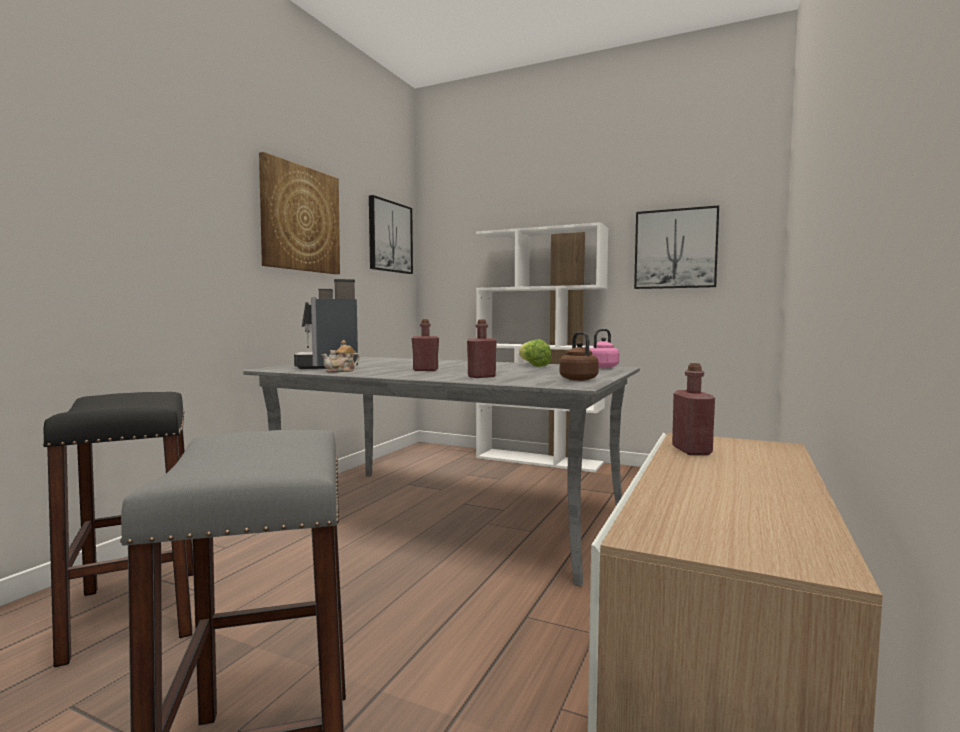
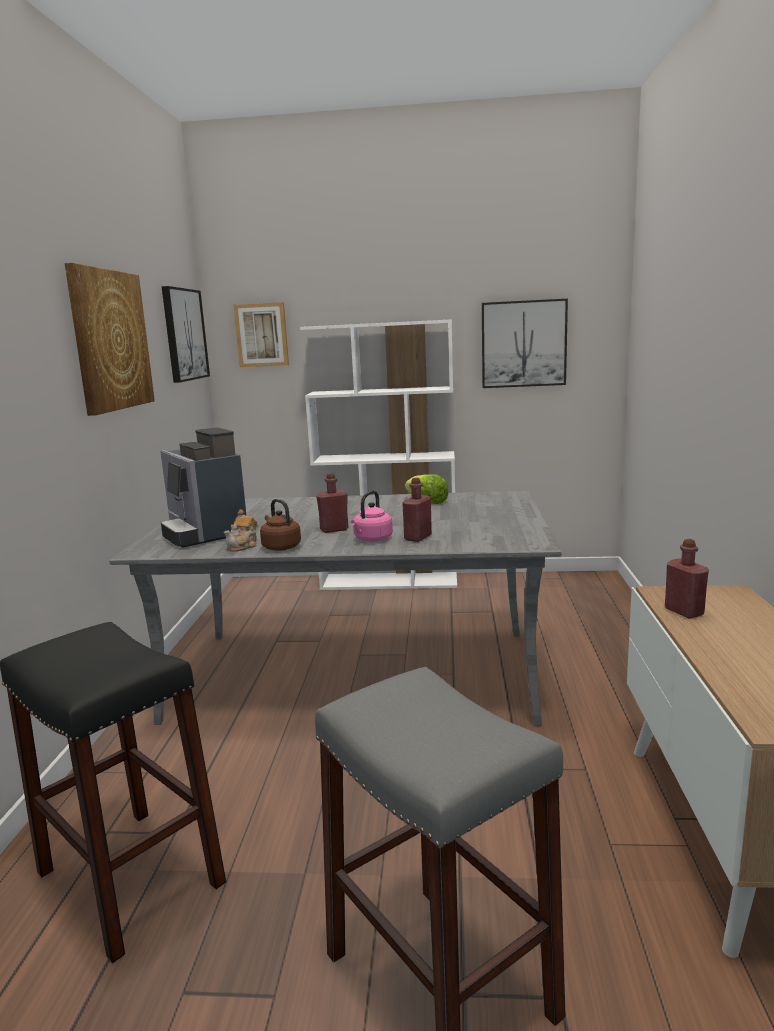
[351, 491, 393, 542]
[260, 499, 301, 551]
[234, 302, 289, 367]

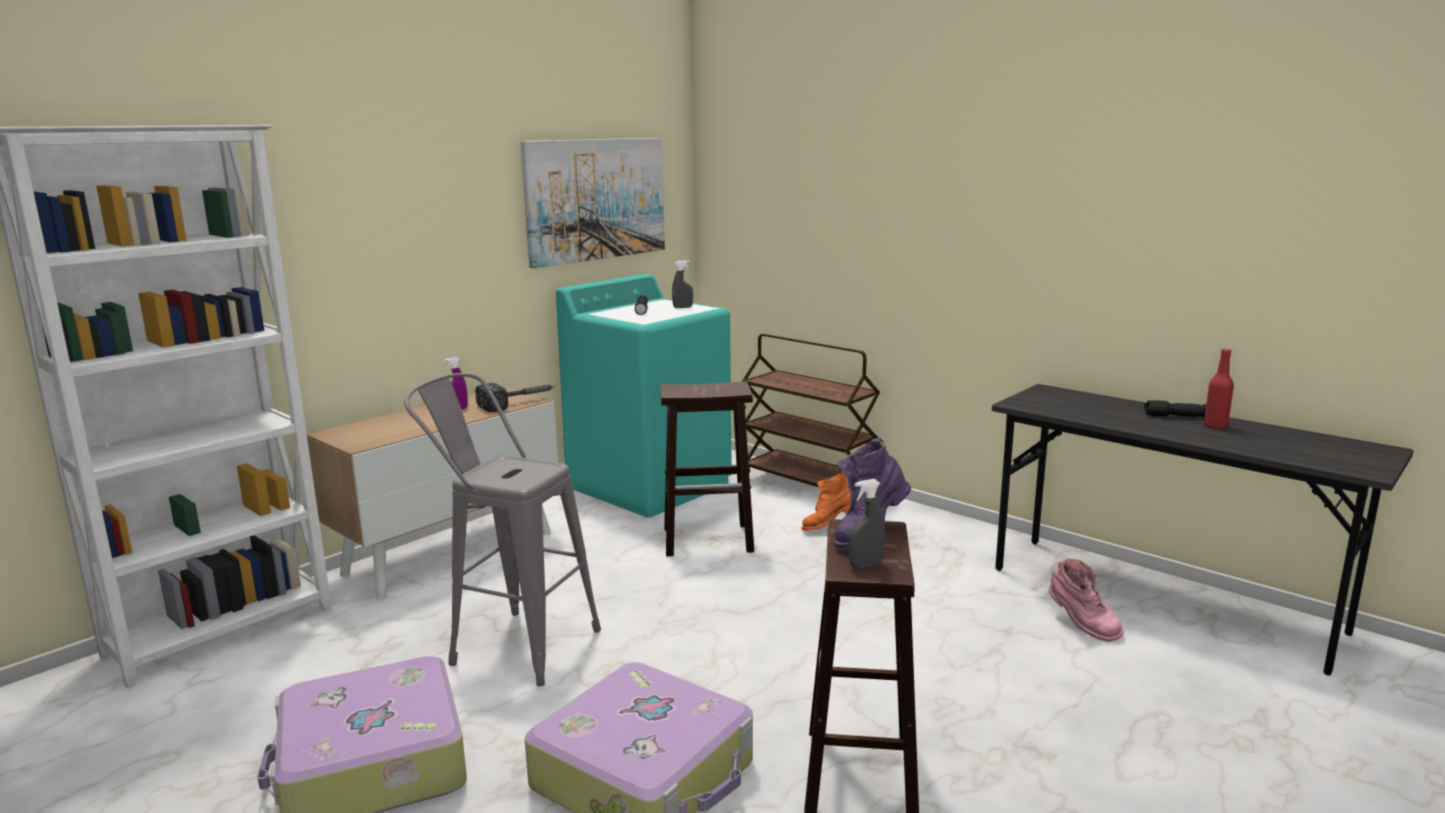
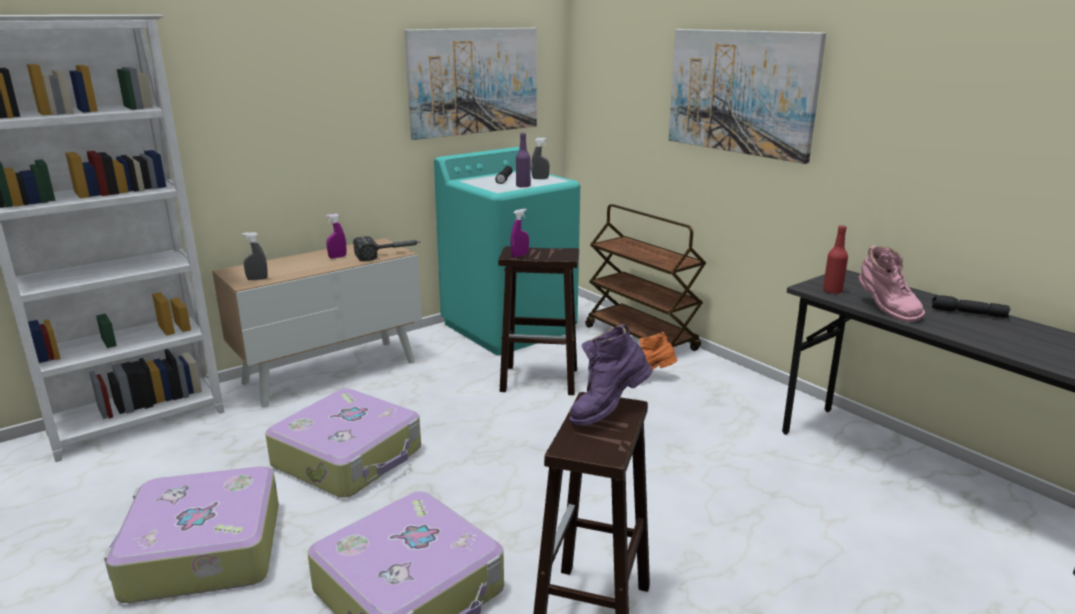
[823, 225, 848, 294]
[265, 388, 421, 498]
[242, 232, 268, 280]
[859, 245, 925, 322]
[668, 29, 826, 164]
[516, 133, 531, 188]
[510, 209, 529, 257]

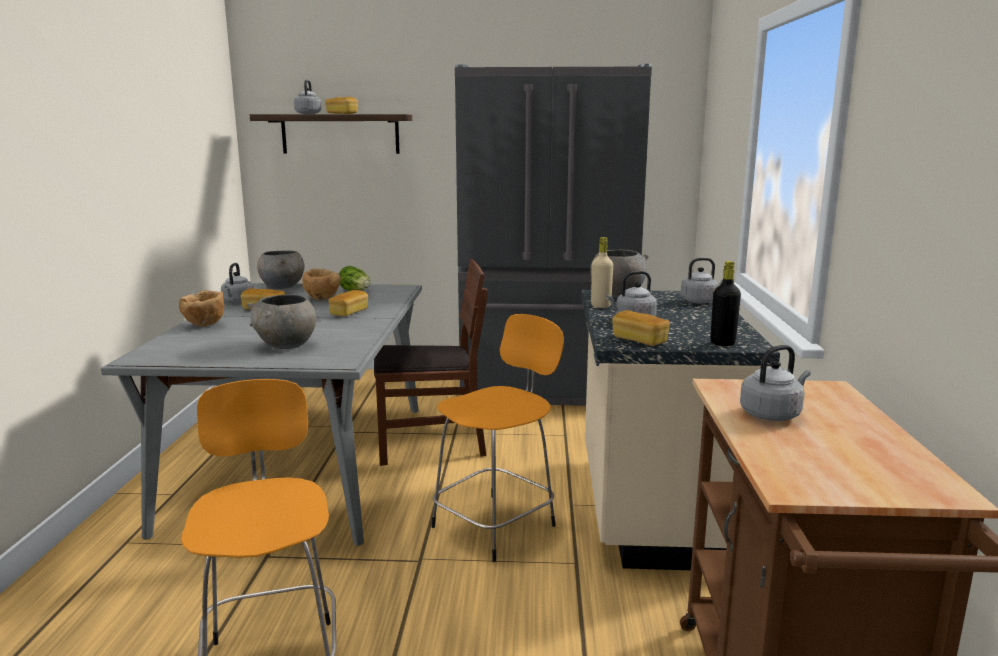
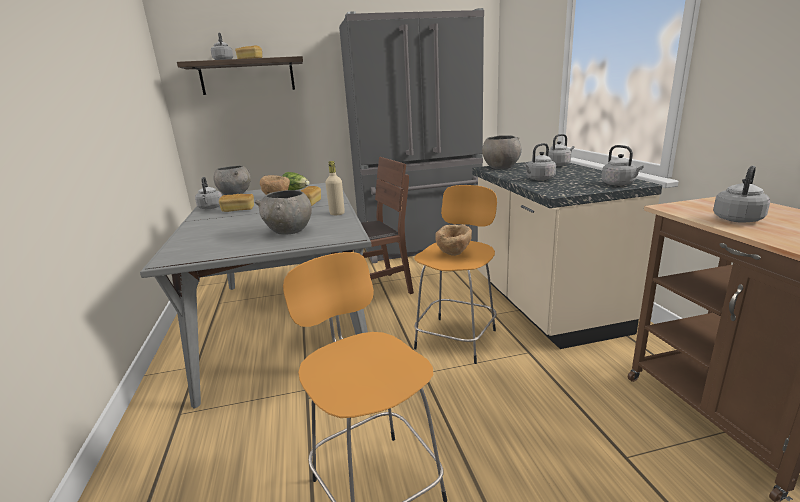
[325, 161, 345, 215]
[602, 145, 643, 186]
[435, 224, 472, 256]
[612, 310, 670, 346] (first image)

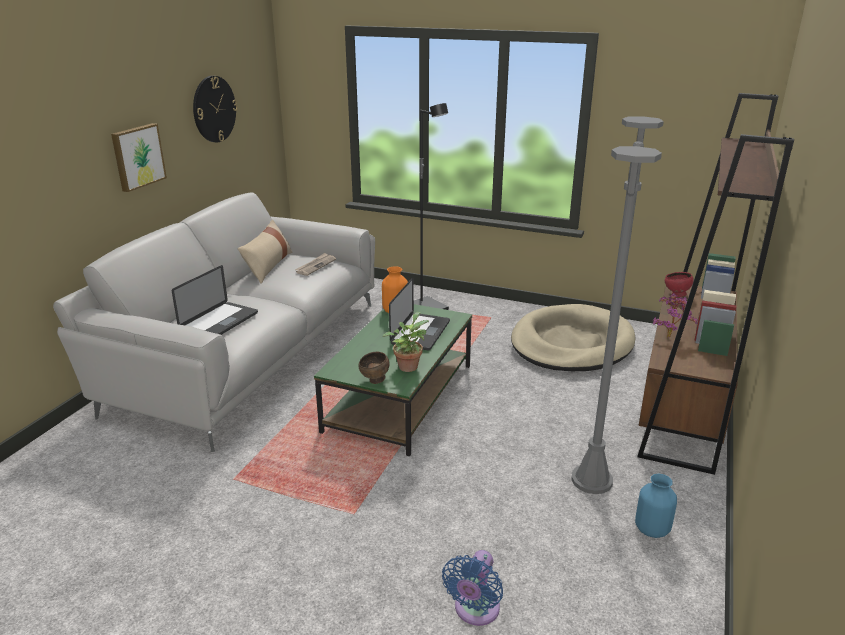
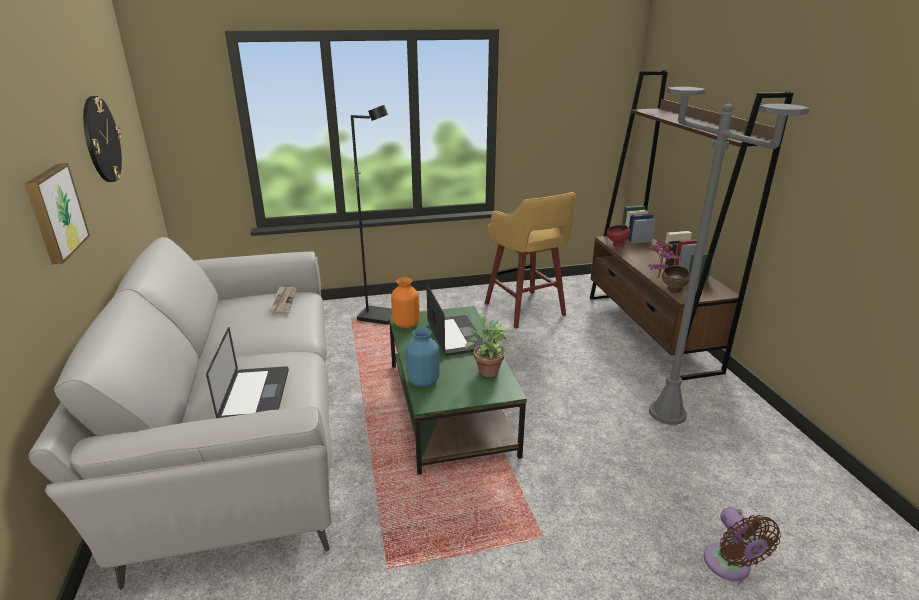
[238, 220, 293, 284] (first image)
[485, 192, 575, 329]
[662, 265, 690, 293]
[406, 328, 440, 387]
[704, 507, 781, 581]

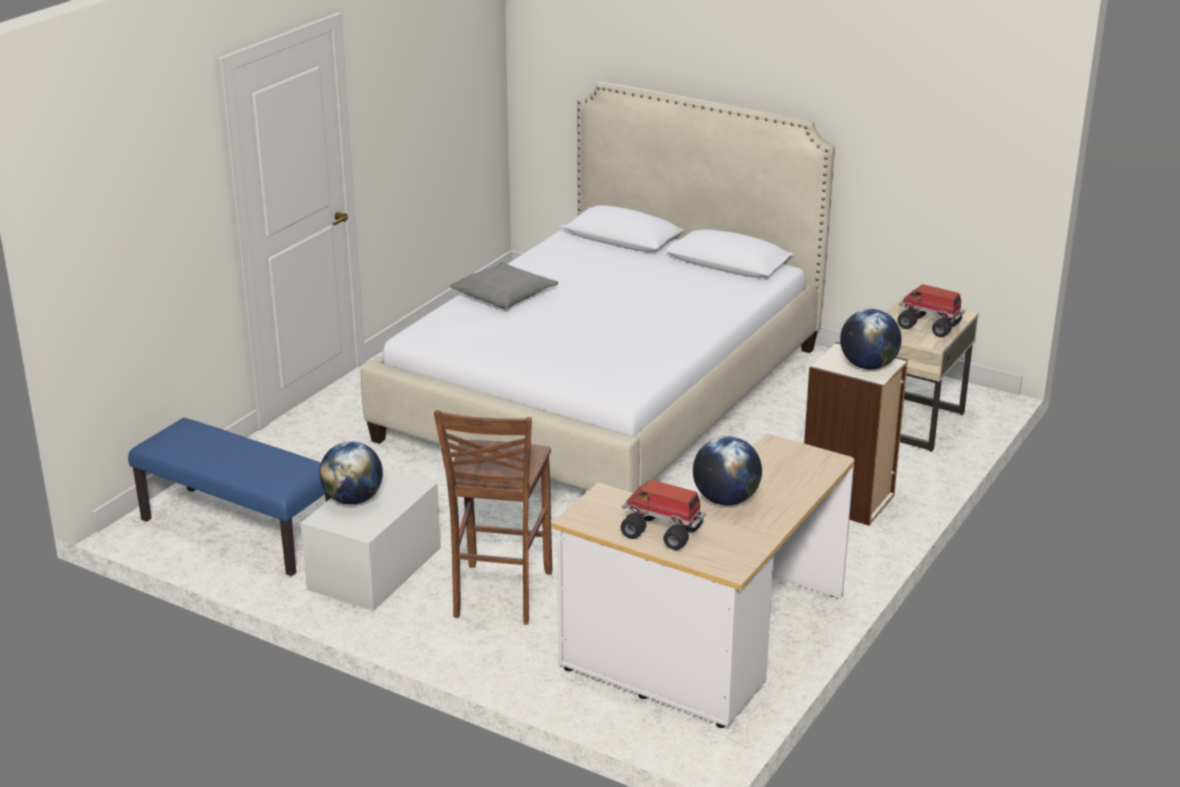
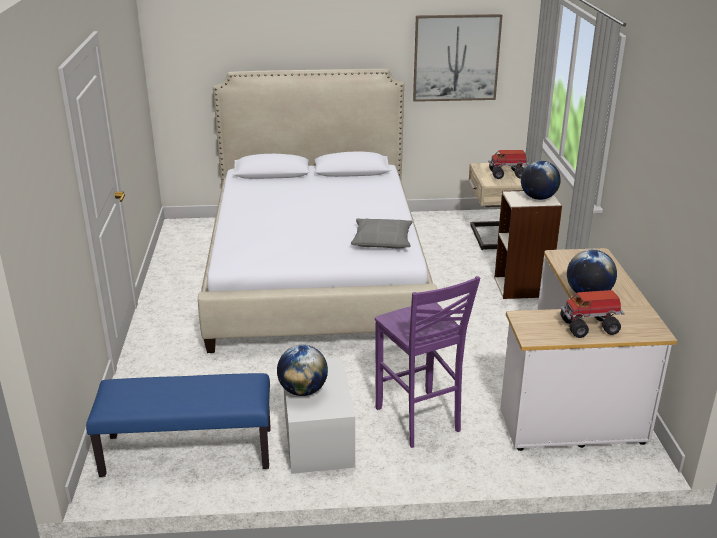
[351, 218, 412, 248]
[375, 276, 480, 448]
[413, 14, 502, 102]

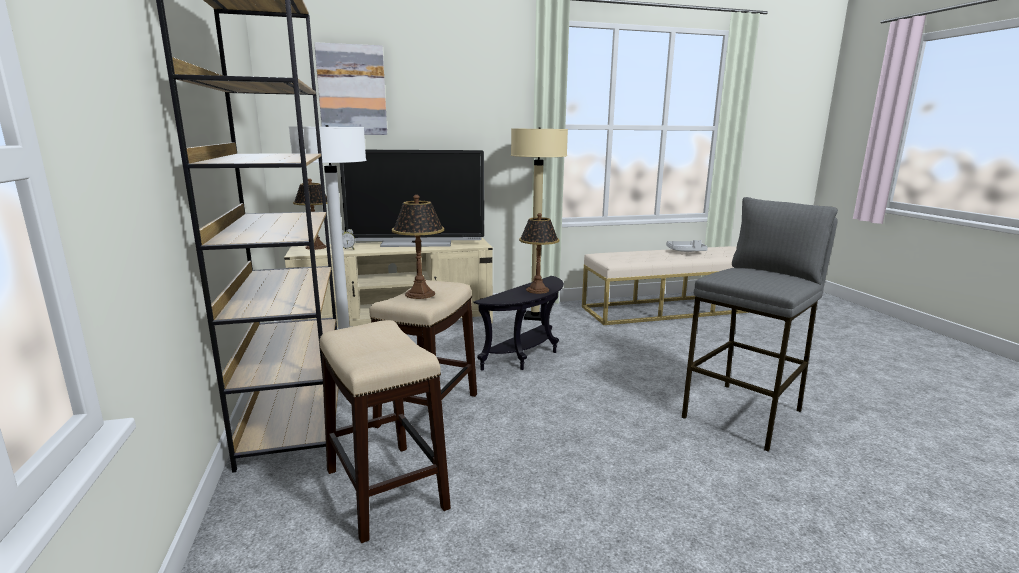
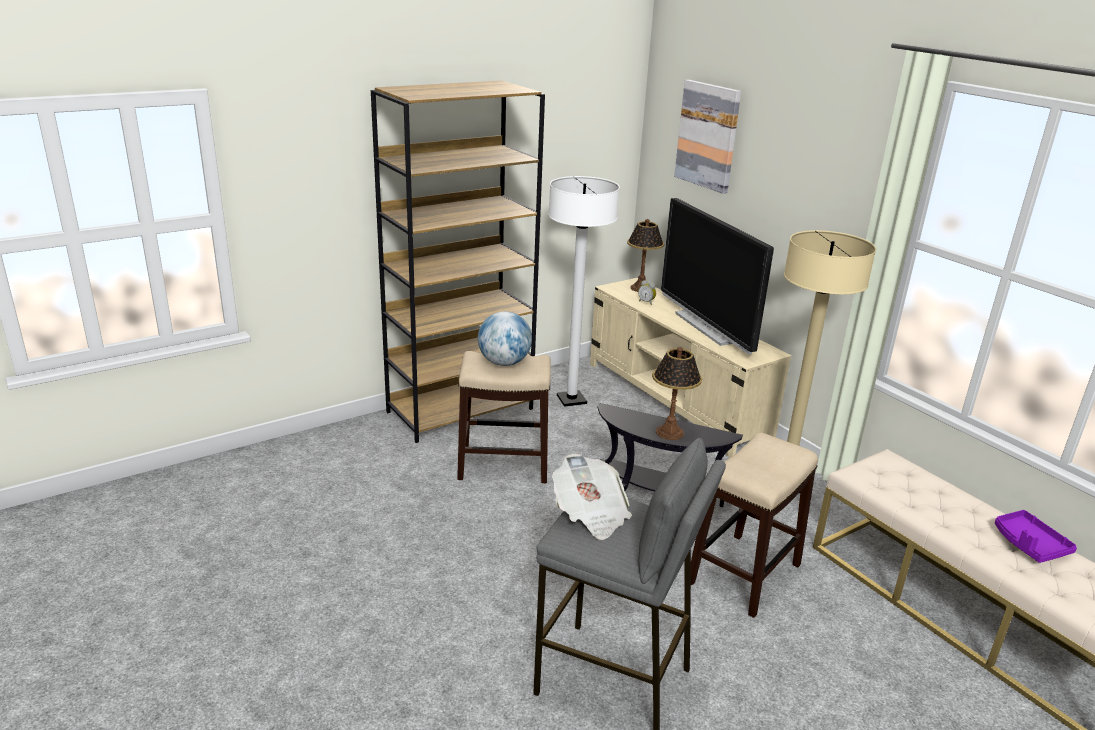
[478, 311, 532, 366]
[995, 510, 1077, 563]
[691, 433, 818, 618]
[552, 453, 632, 540]

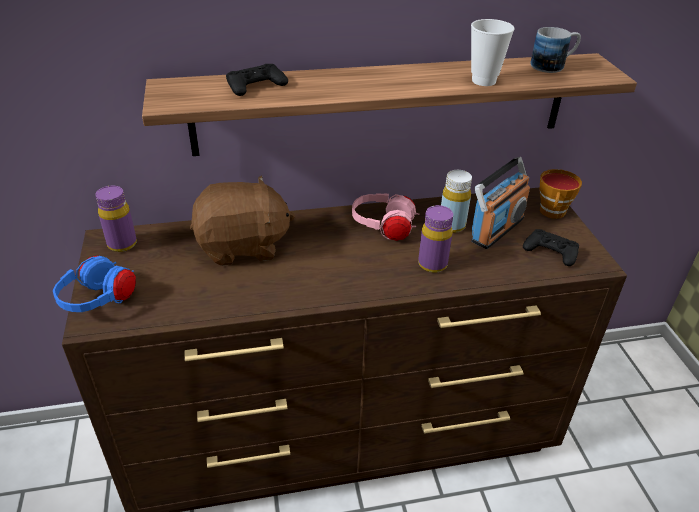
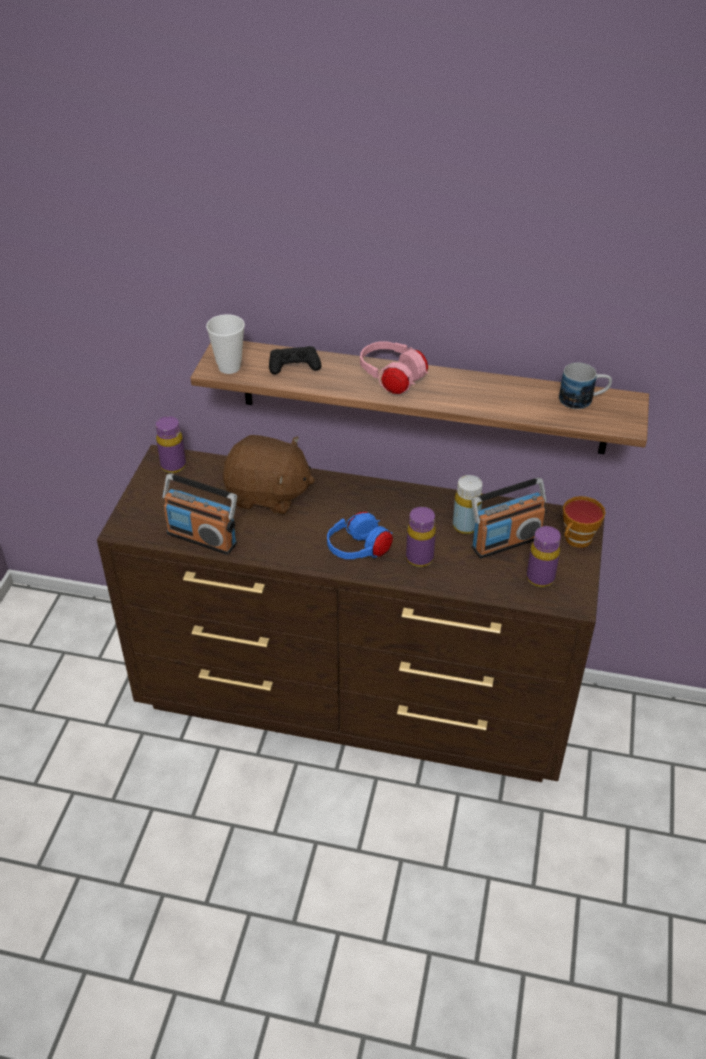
[206, 314, 245, 374]
[360, 341, 428, 394]
[527, 526, 561, 587]
[327, 512, 393, 559]
[162, 474, 237, 555]

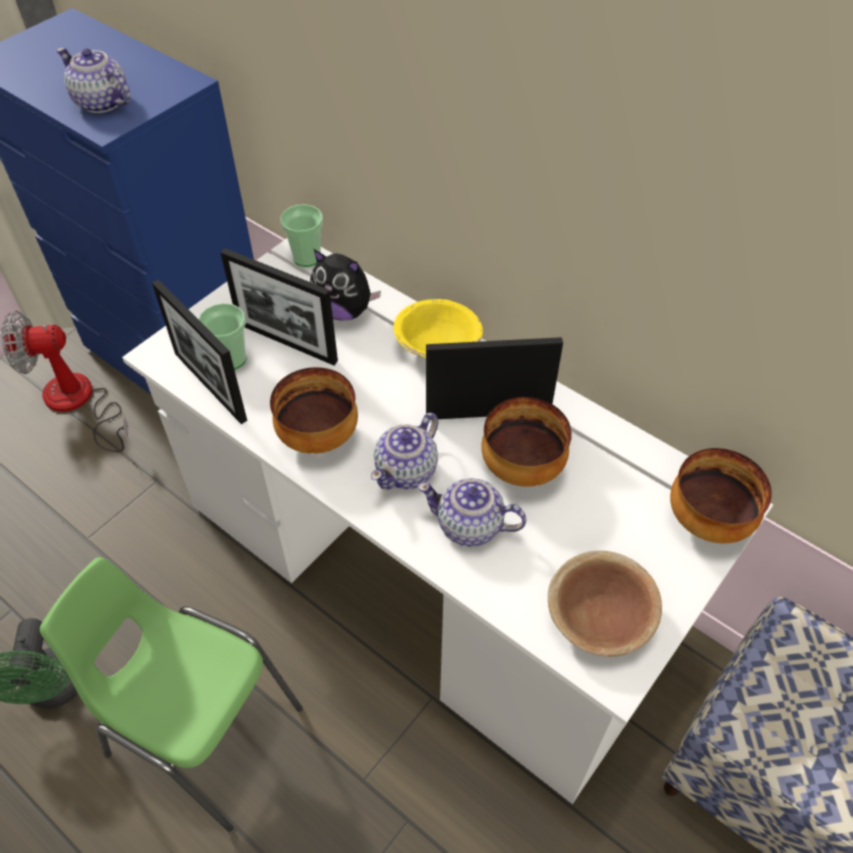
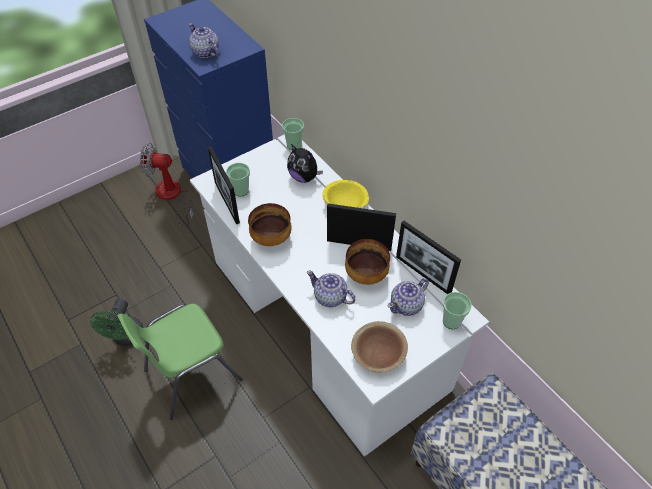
[396, 221, 461, 294]
[388, 278, 429, 316]
[443, 292, 471, 329]
[118, 304, 243, 420]

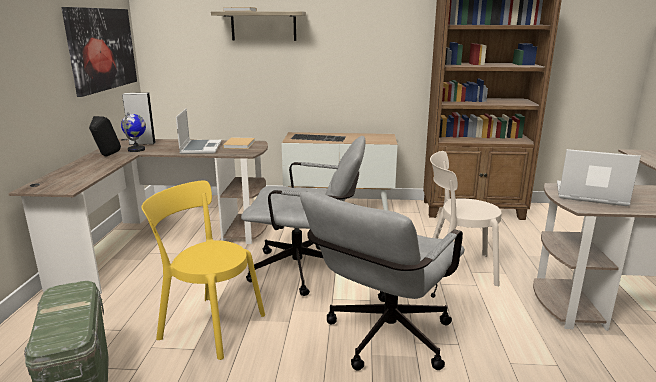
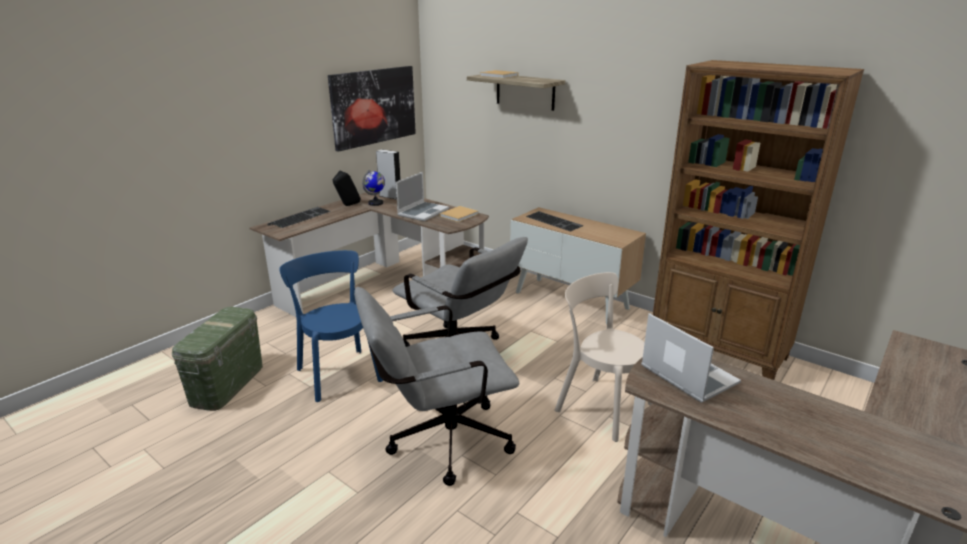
[279, 250, 383, 402]
[270, 207, 331, 228]

